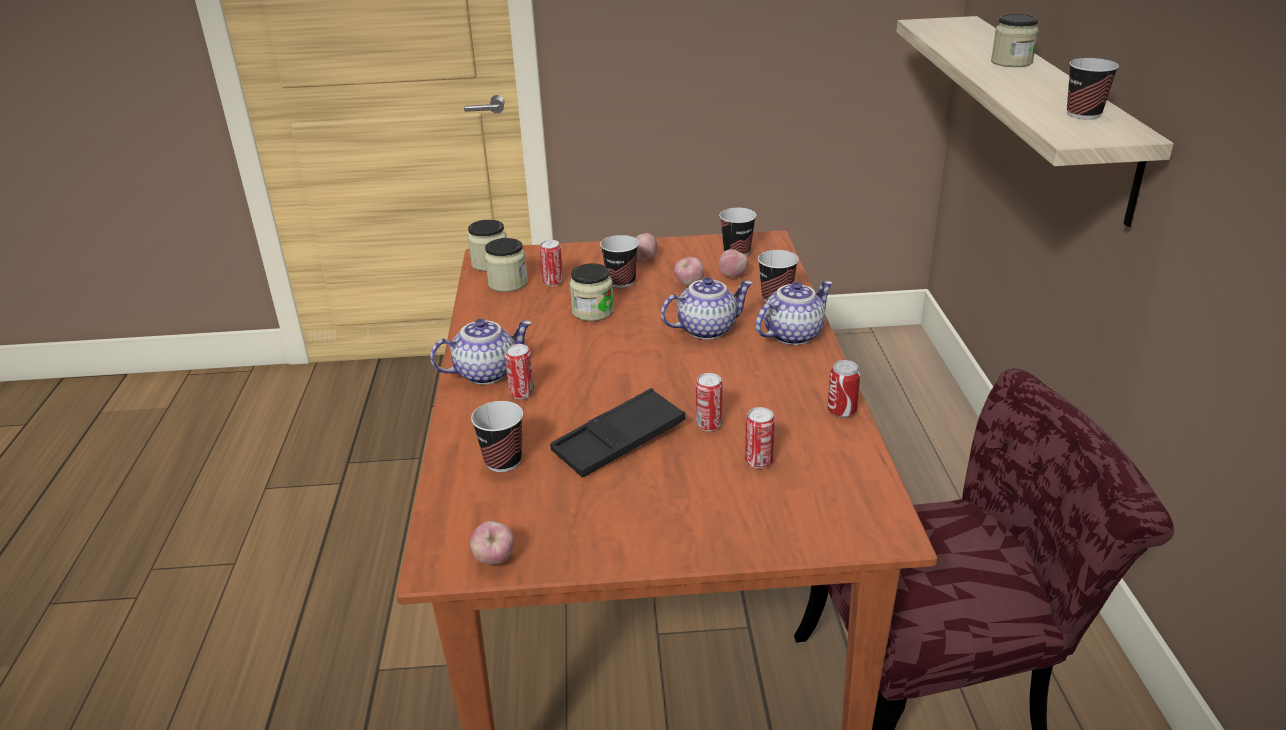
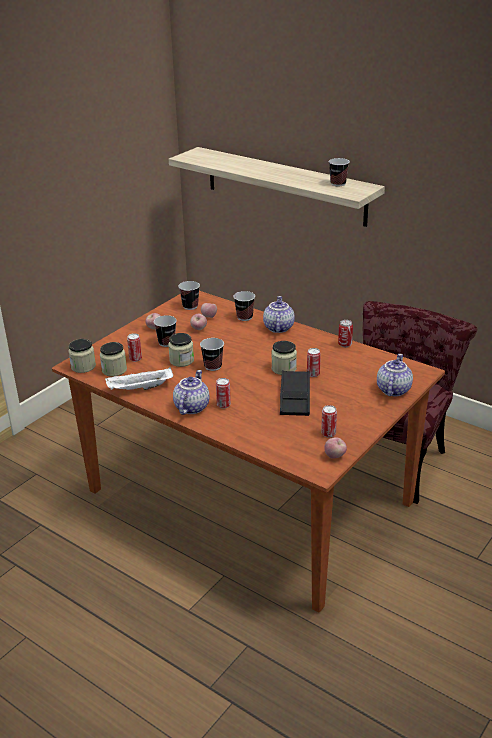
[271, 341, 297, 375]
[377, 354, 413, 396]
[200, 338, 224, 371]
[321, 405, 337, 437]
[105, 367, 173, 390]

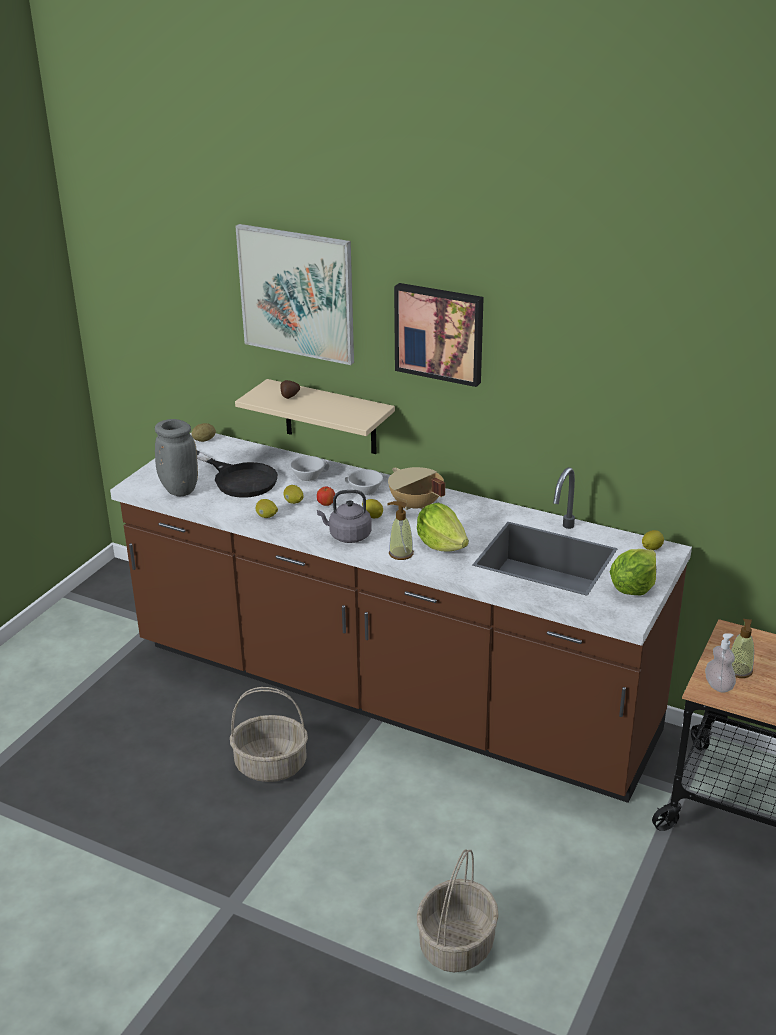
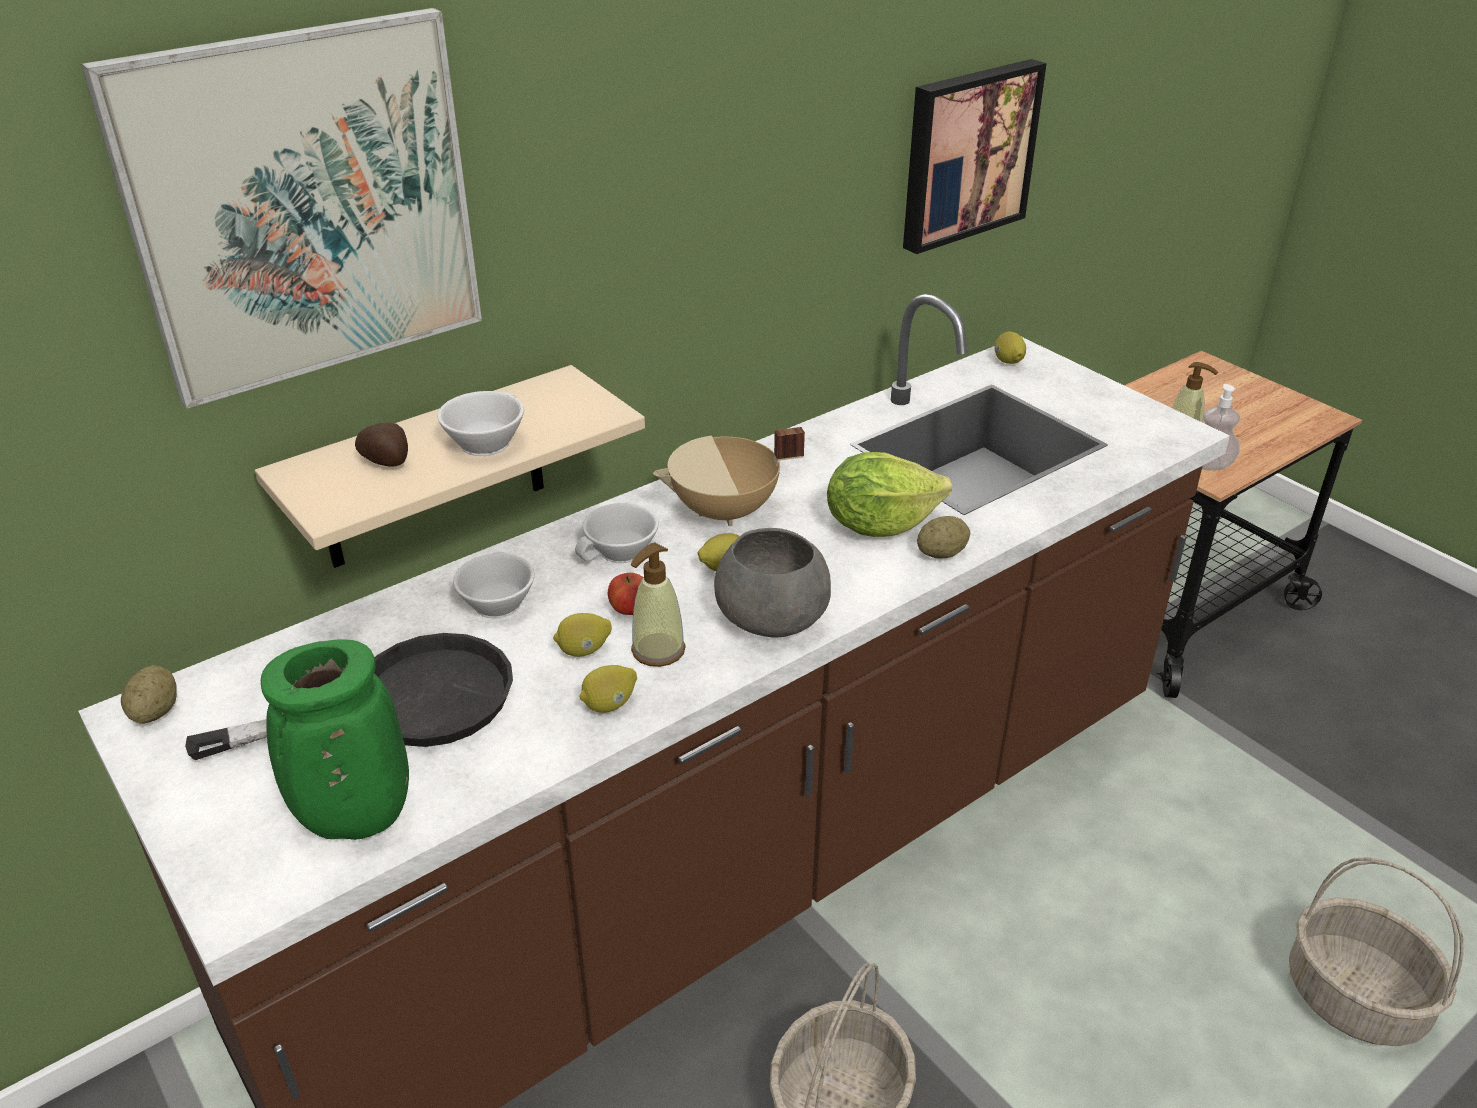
[903, 59, 1047, 254]
[261, 639, 409, 840]
[714, 528, 831, 637]
[630, 542, 686, 667]
[610, 549, 656, 595] (first image)
[437, 391, 524, 456]
[917, 516, 970, 559]

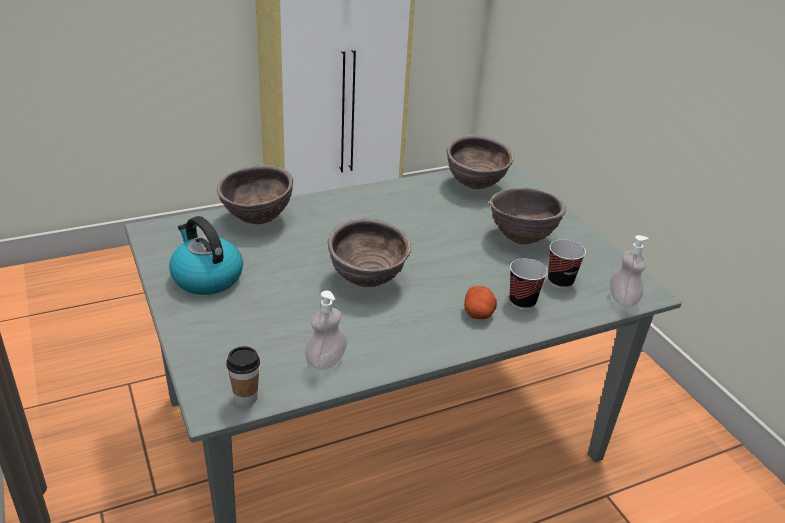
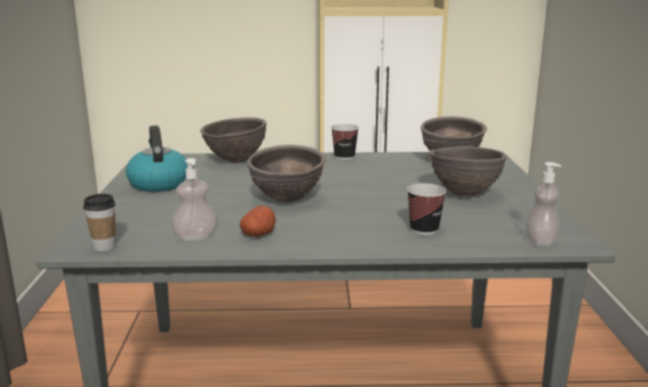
[331, 124, 359, 160]
[239, 206, 276, 237]

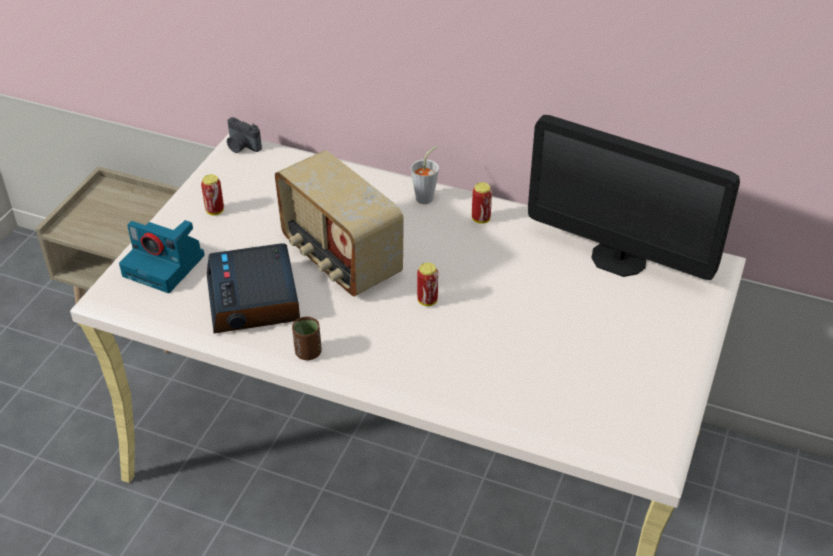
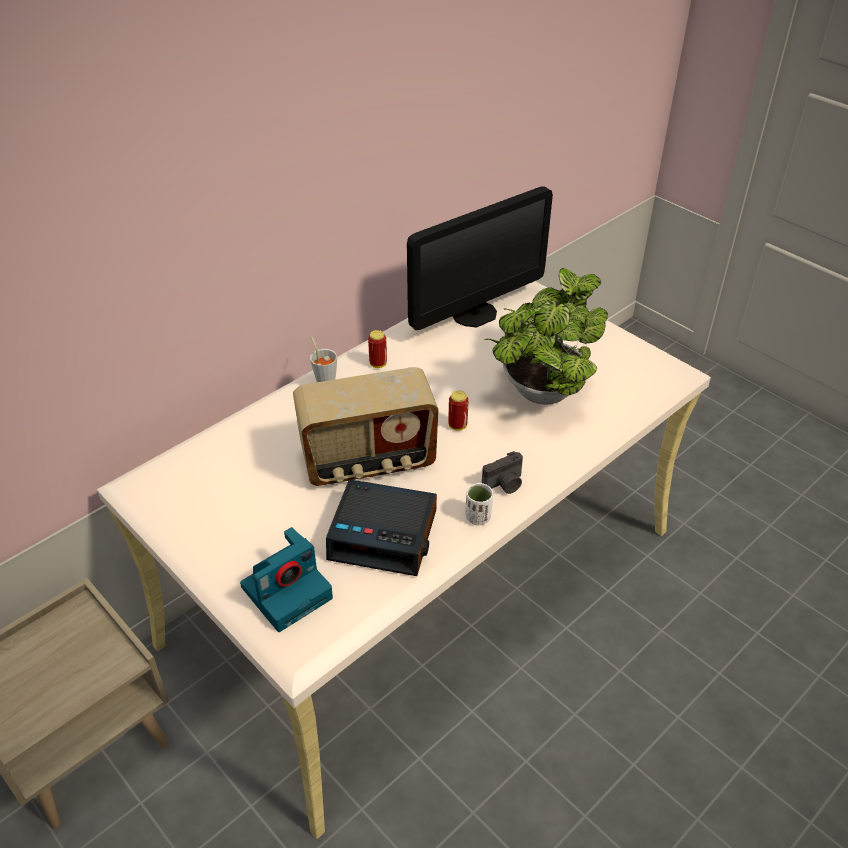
[482, 451, 523, 494]
[201, 174, 224, 215] (first image)
[465, 483, 493, 525]
[484, 268, 608, 405]

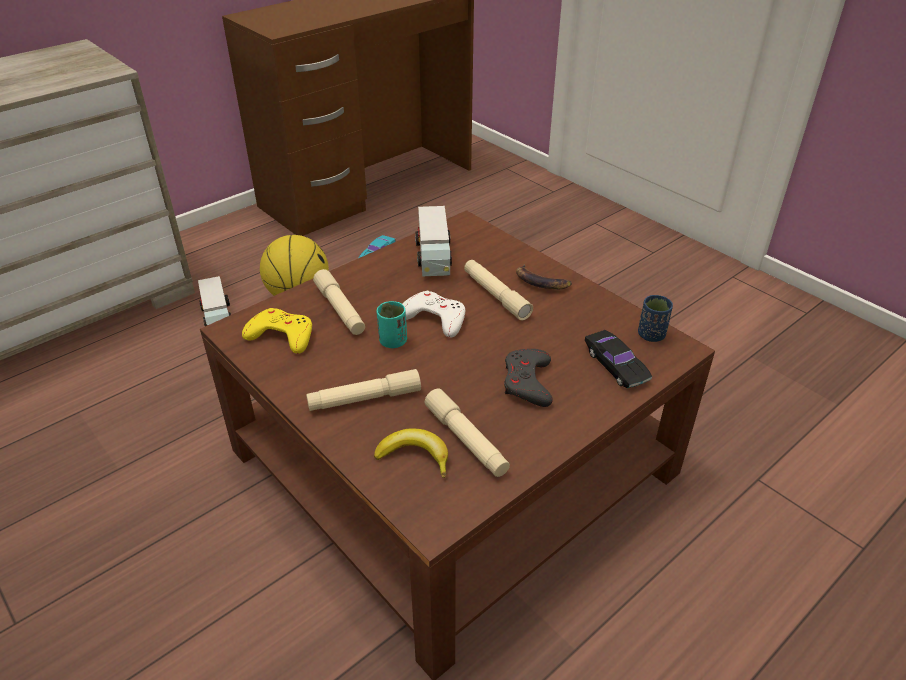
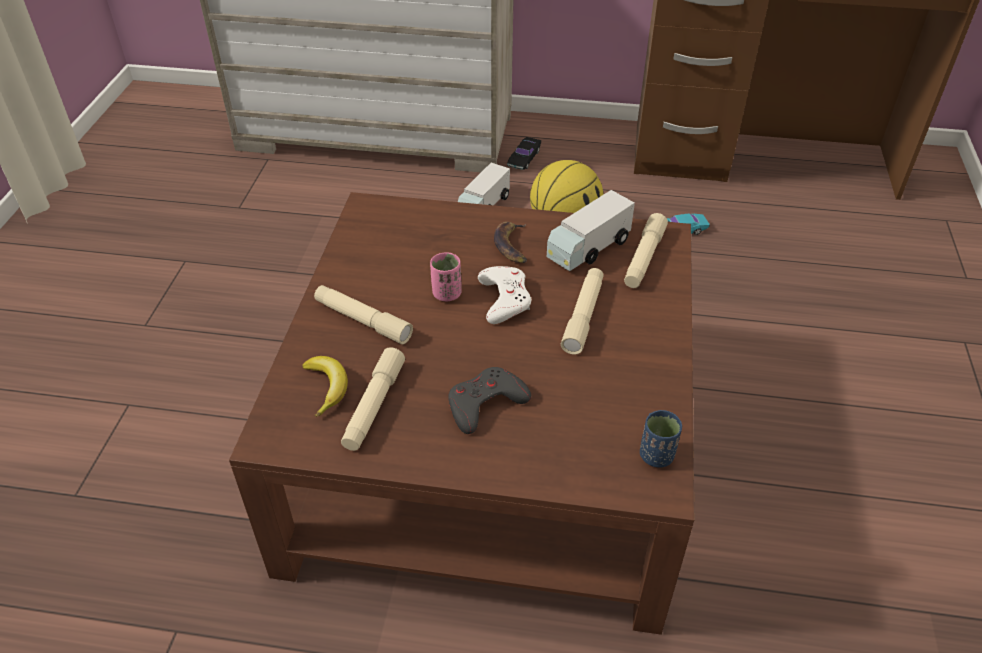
[494, 222, 527, 263]
[624, 213, 668, 288]
[430, 253, 462, 301]
[242, 308, 312, 354] (first image)
[507, 137, 541, 170]

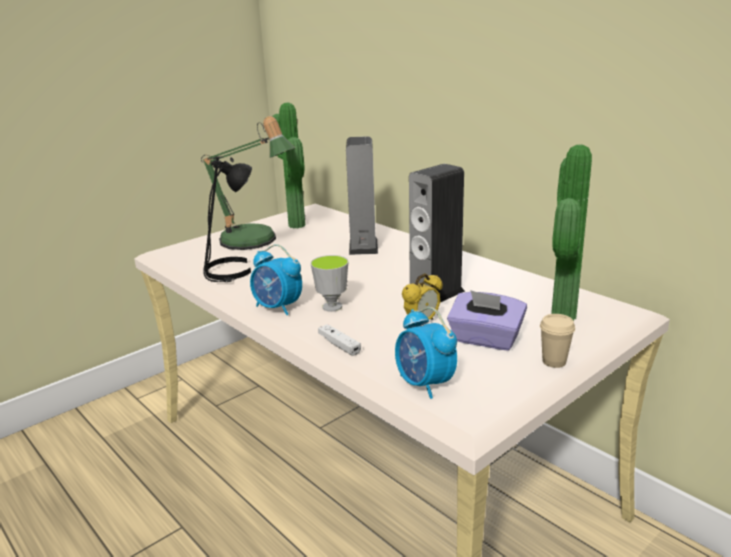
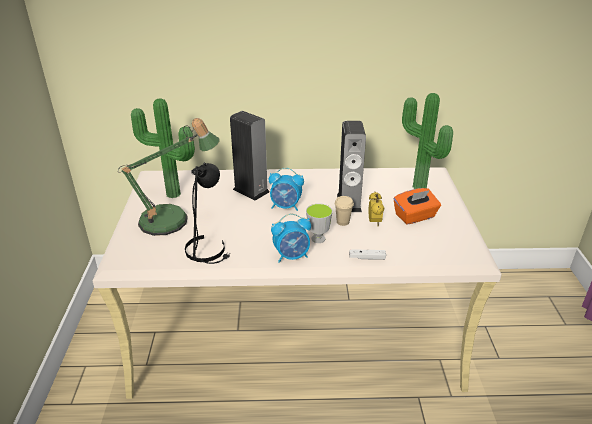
[393, 188, 441, 225]
[269, 168, 304, 211]
[335, 196, 354, 226]

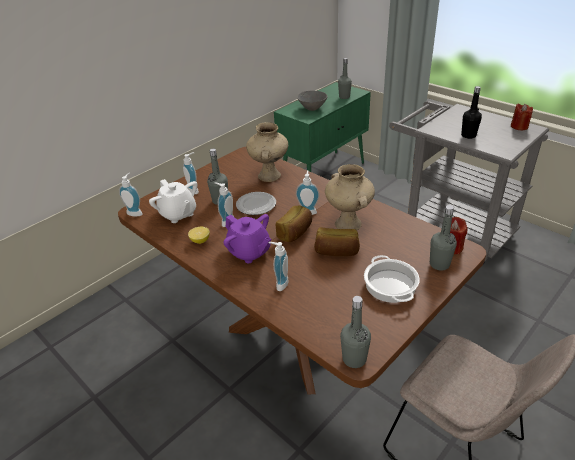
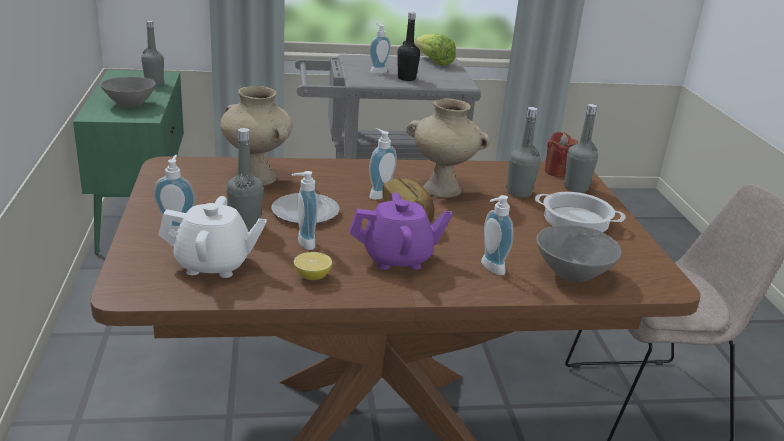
[414, 34, 456, 66]
[369, 23, 391, 74]
[314, 227, 360, 256] (first image)
[506, 107, 541, 198]
[536, 225, 621, 282]

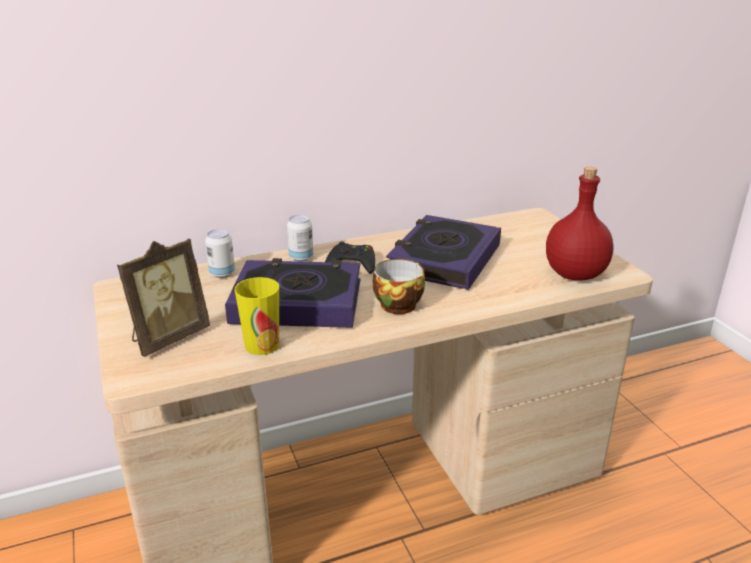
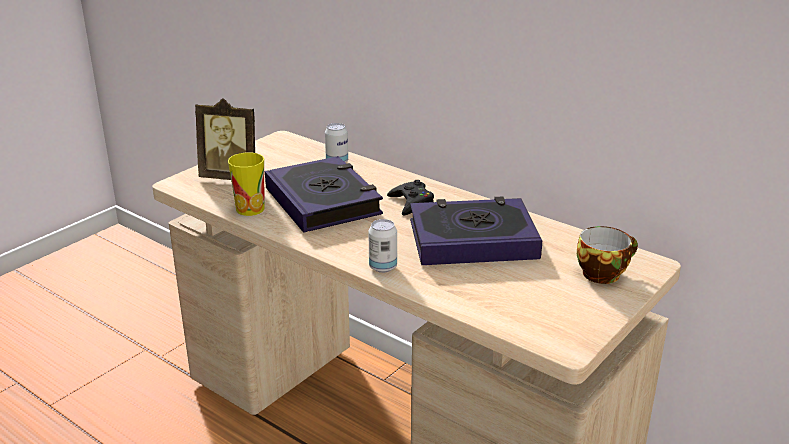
[546, 167, 614, 280] (first image)
[368, 219, 397, 273]
[577, 226, 638, 284]

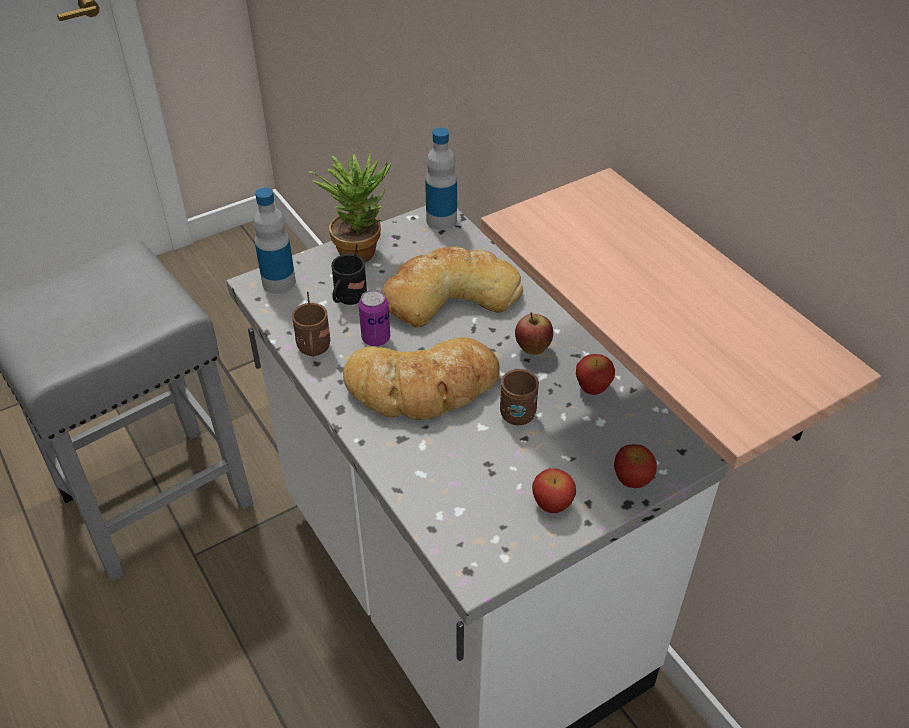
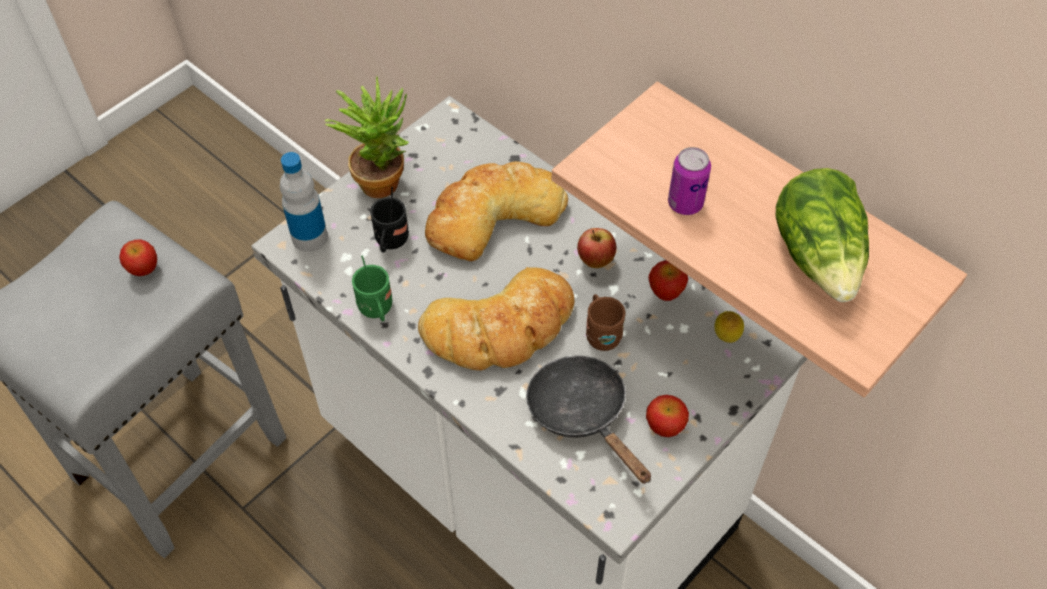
[425, 128, 457, 230] (first image)
[668, 147, 711, 215]
[352, 255, 392, 322]
[119, 239, 157, 276]
[775, 168, 869, 302]
[714, 311, 744, 343]
[526, 355, 651, 484]

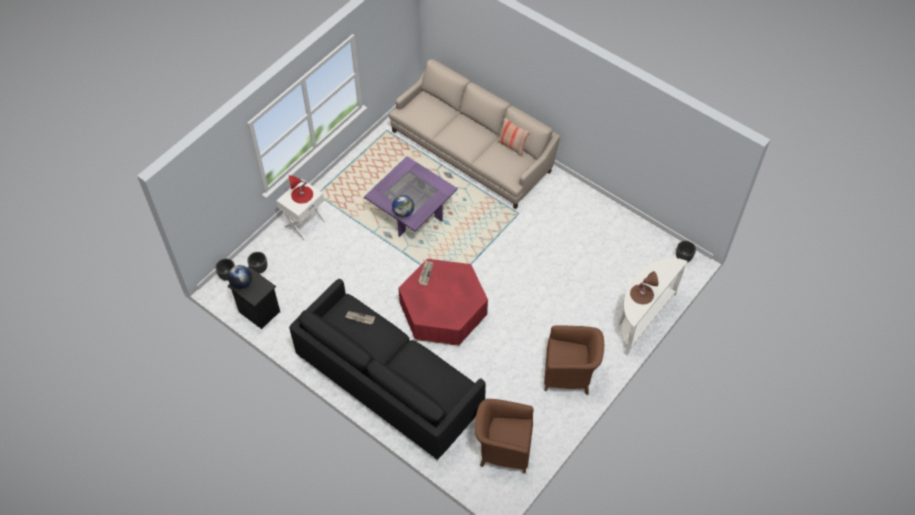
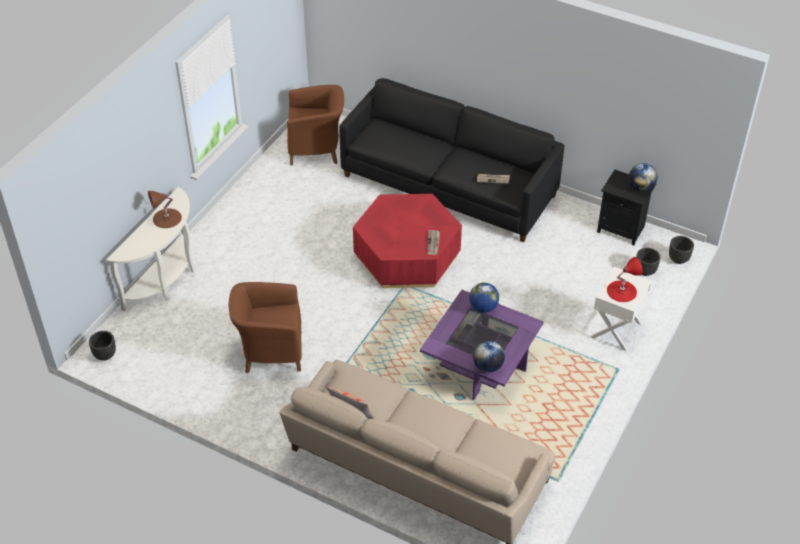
[229, 282, 302, 373]
[473, 341, 505, 372]

